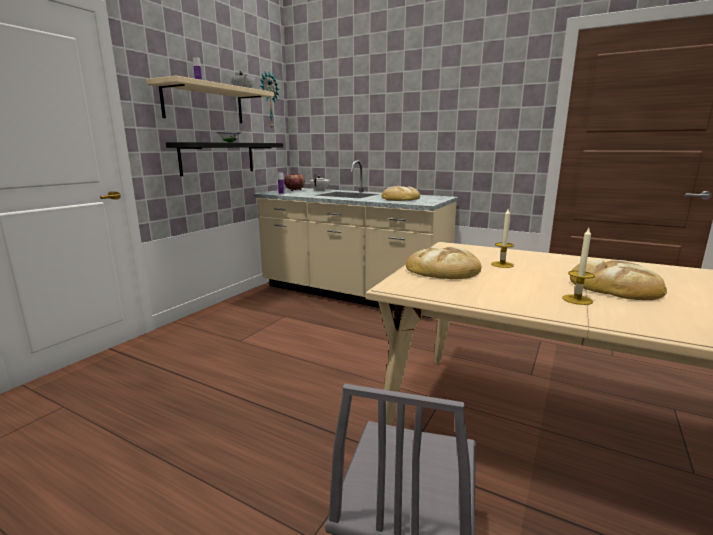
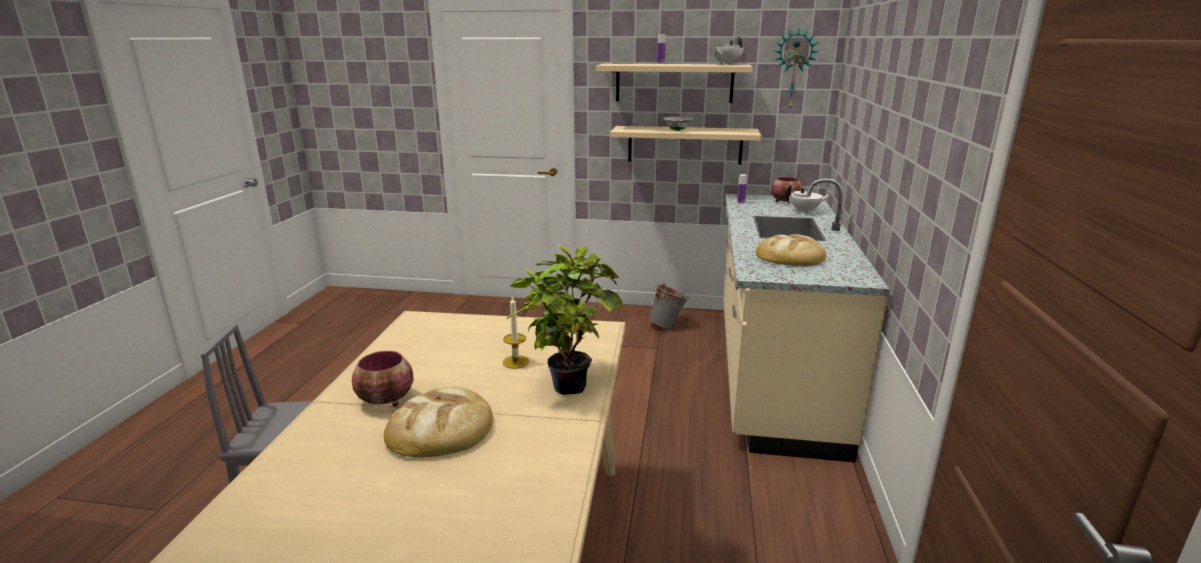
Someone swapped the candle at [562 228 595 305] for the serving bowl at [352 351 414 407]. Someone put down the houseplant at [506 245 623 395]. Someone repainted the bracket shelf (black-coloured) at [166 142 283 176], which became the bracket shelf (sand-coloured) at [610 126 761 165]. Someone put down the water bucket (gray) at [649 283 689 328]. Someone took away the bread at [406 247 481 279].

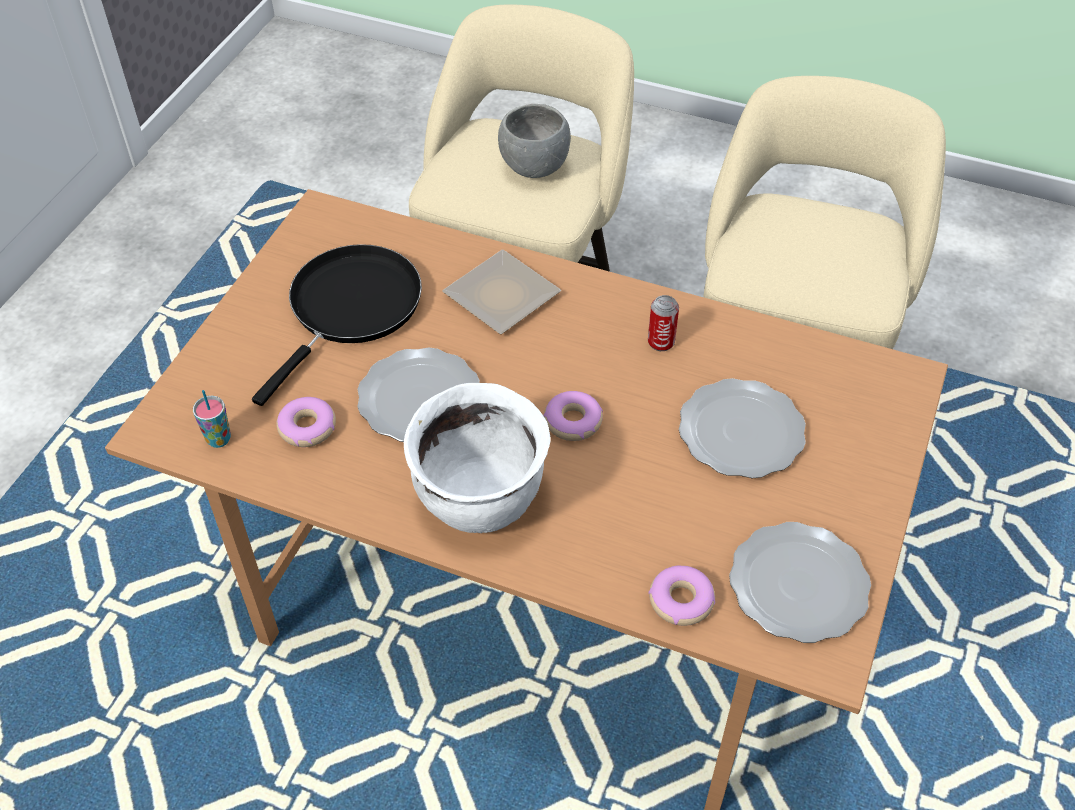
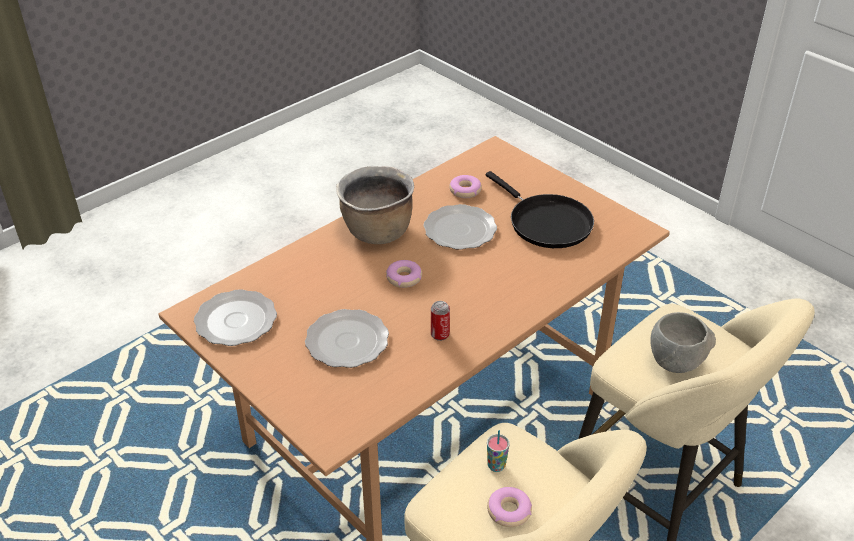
Someone repainted the cooking pot (white-coloured) at [404 383 551 533], which became the cooking pot (brownish) at [336 166 414 244]. Someone carried the cup from [193 390 231 448] to [487 430 509 472]. Someone carried the doughnut from [648 565 715 626] to [487 487 532 527]. Someone took away the plate at [442 250 561 334].

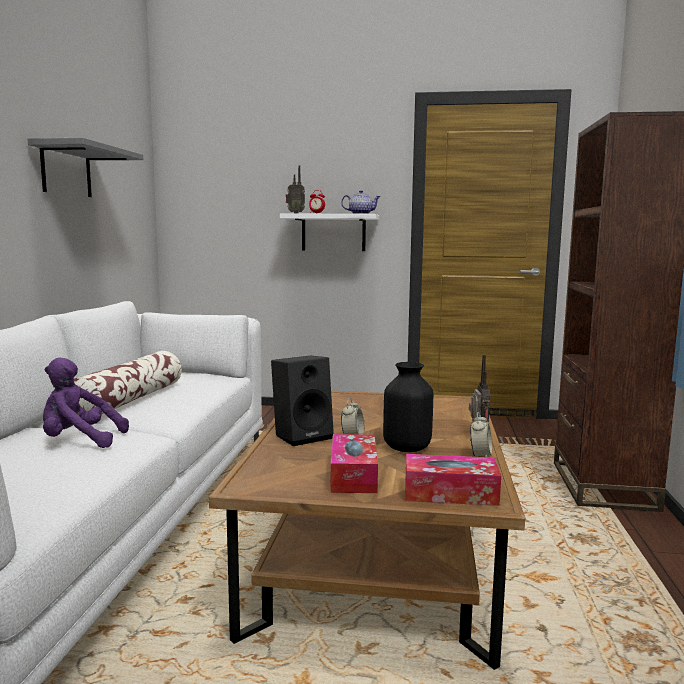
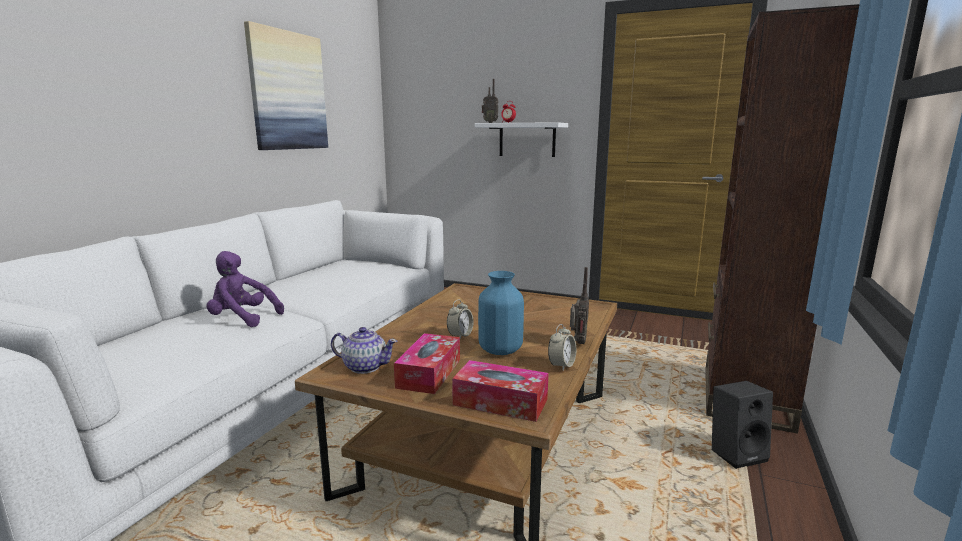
Someone swapped the bracket shelf (gray) at [28 138 143 197] for the wall art at [244 21 328 150]. Someone carried the tea pot from [341 190 381 214] to [331 327 397 374]. Someone repainted the decorative vase (black-coloured) at [383 362 433 452], which became the decorative vase (bluish) at [478 271 524 355]. Someone carried the audio speaker (black-coloured) from [271 356 334 446] to [712 381 773 469]. Someone took away the throw pillow at [74 351 182 415].

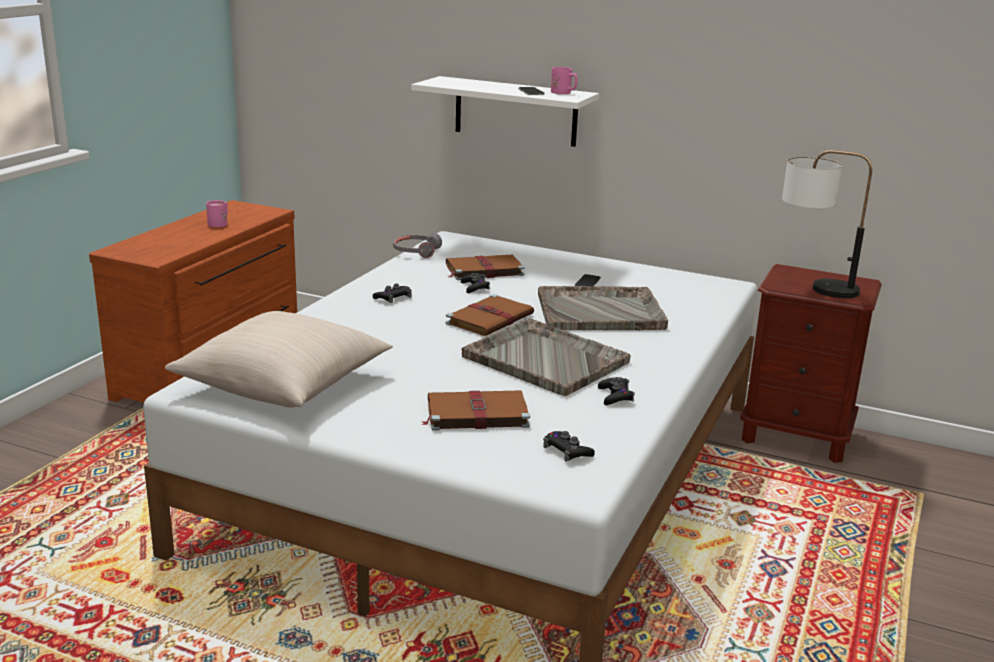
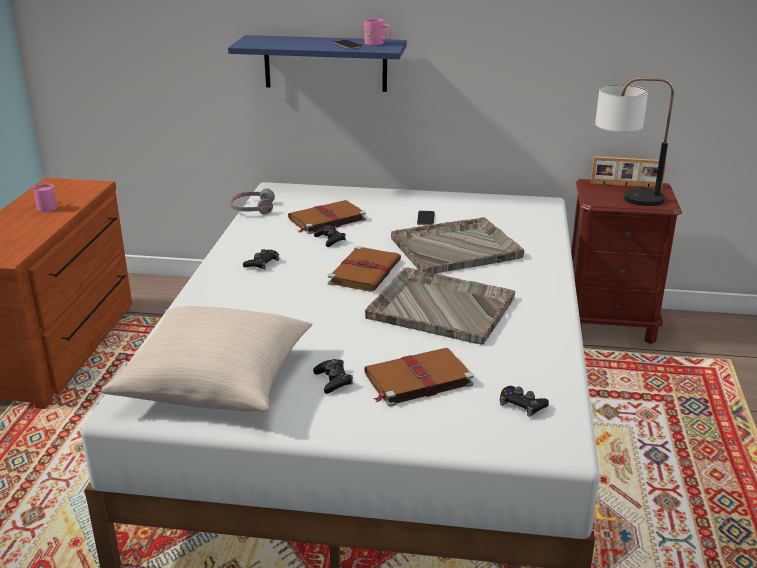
Someone repainted the bracket shelf (white-coloured) at [411 76 599 147], which became the bracket shelf (bluish) at [228 35 407 92]. Someone carried the joypad (black-coloured) from [598 377 635 405] to [313 359 353 394]. Someone put down the picture frame at [591 156 666 188].

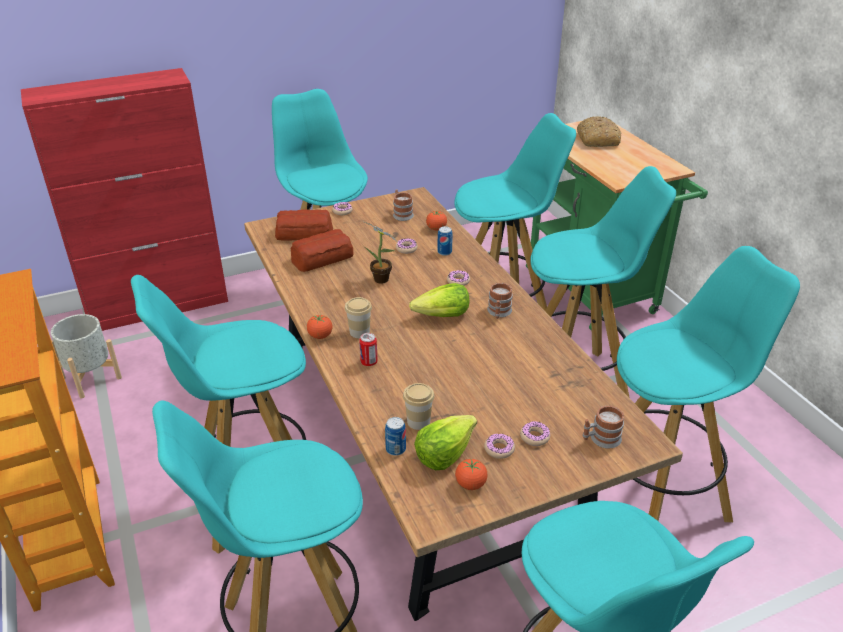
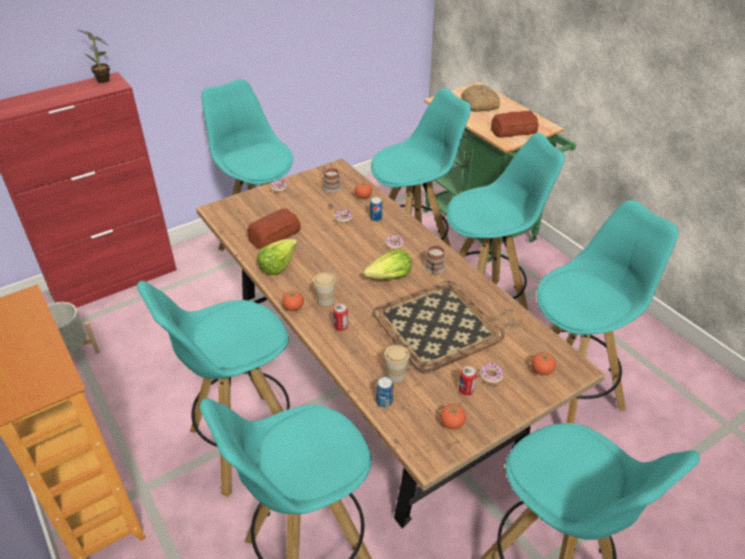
Someone carried the houseplant from [362 221 397 284] to [78 30 110 83]. Someone carried the lettuce head from [414 415 477 470] to [257 239 297 275]. Someone put down the serving tray at [373 281 504 374]. Someone swapped the doughnut at [484 434 515 459] for the sealed can at [459 366 477 395]. Someone carried the bread from [275 210 333 241] to [491 111 539 137]. Someone swapped the tea mug at [582 405 624 448] for the fresh tomato at [531 352 556 375].

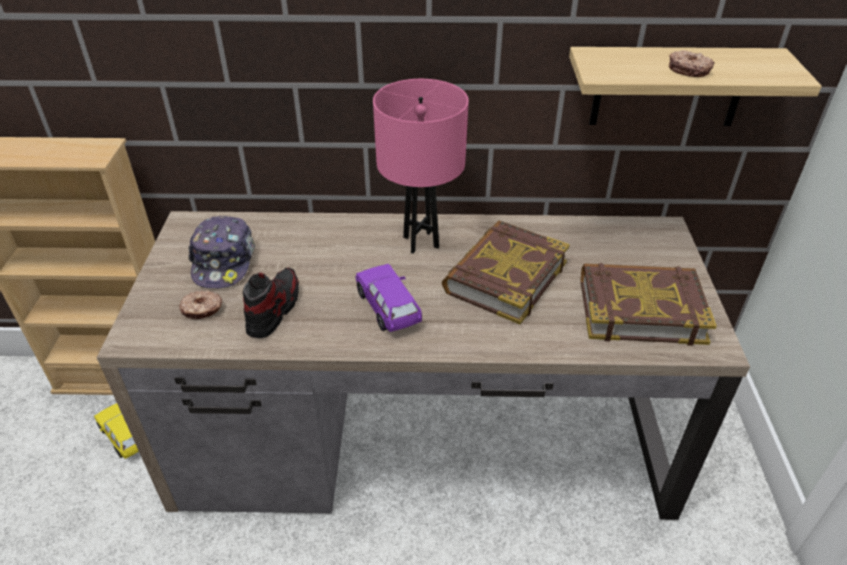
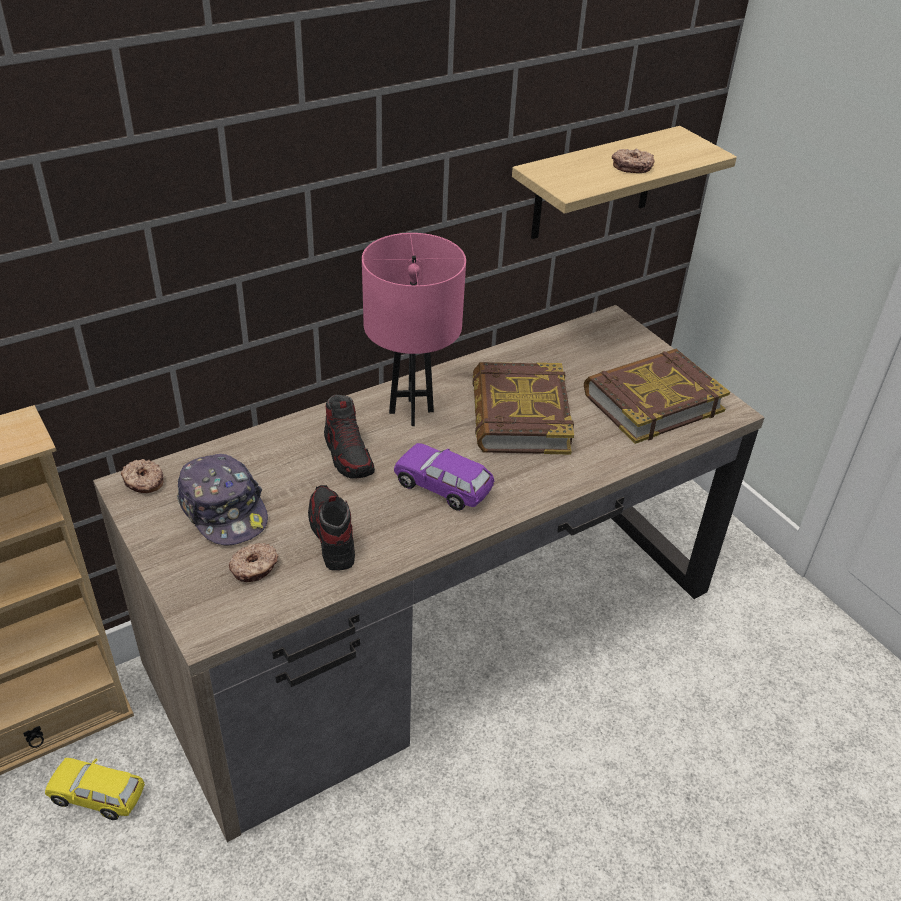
Someone put down the doughnut at [121 459 163 493]. Someone put down the low shoe at [324 395 375 478].

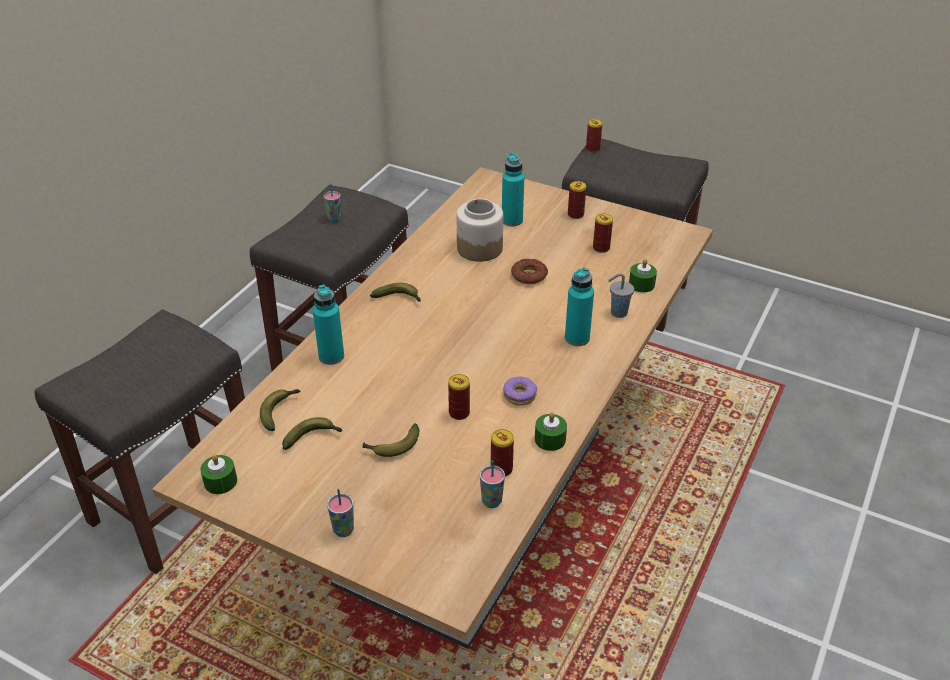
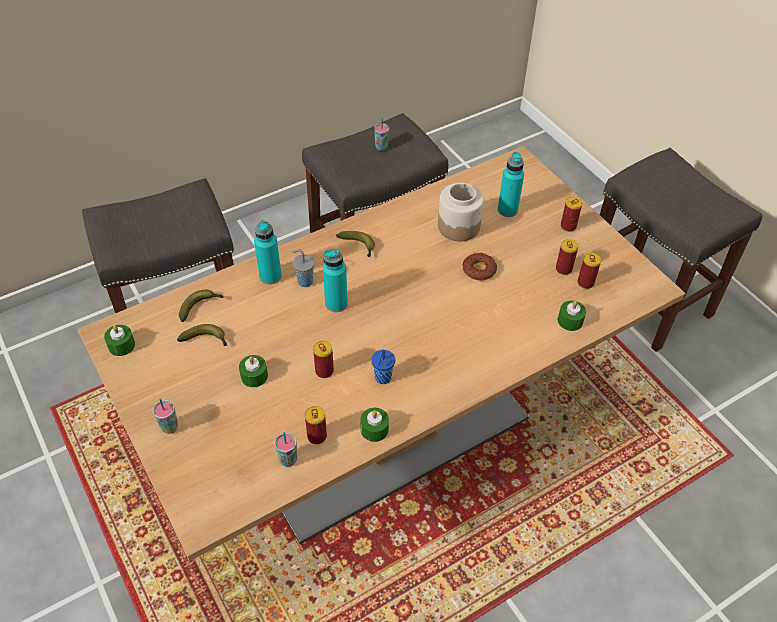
Someone swapped the whole banana at [362 423 419 457] for the candle (greenish) at [239 355 268 387]. Someone carried the cup (gray) from [608 273 634 318] to [293 249 315 287]. Someone carried the beverage bottle (turquoise) from [565 267 594 346] to [323 248 348 312]. Someone swapped the doughnut at [503 377 538 406] for the cup (bluish) at [371 349 396 384]. Someone carried the sealed can from [586 119 602 152] to [578 253 601 289].

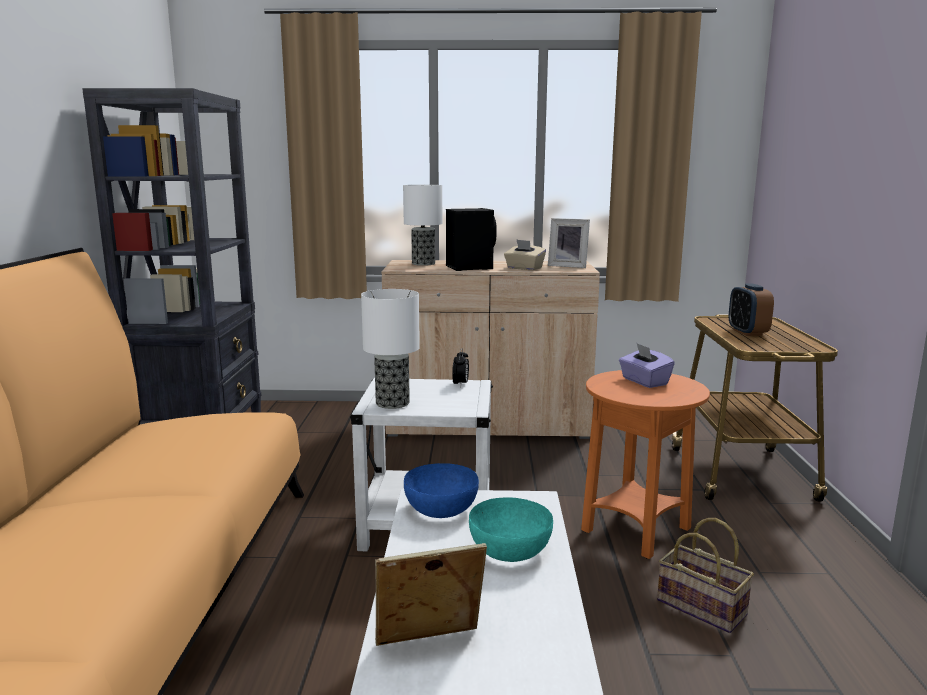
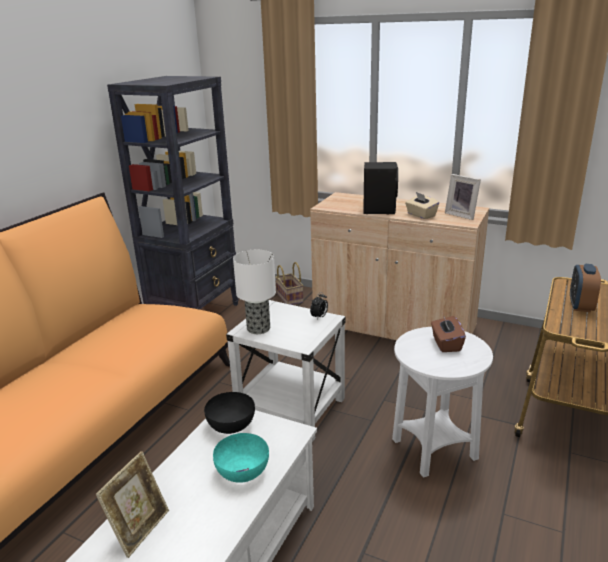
Someone rotated the picture frame at [375 543 487 646] by 105 degrees clockwise. Someone repainted the serving bowl (bluish) at [404 463 479 518], which became the serving bowl (black-coloured) at [204 392 255 434]. Someone carried the household basket from [657 518 754 633] to [275 262 303 305]. Someone repainted the side table (orange-coloured) at [581 370 710 559], which became the side table (white-coloured) at [392 327 493 478]. Someone repainted the tissue holder (purple) at [619 343 675 388], which became the tissue holder (brownish) at [431 316 466 352]. Someone took away the tabletop lamp at [403 185 442 266].

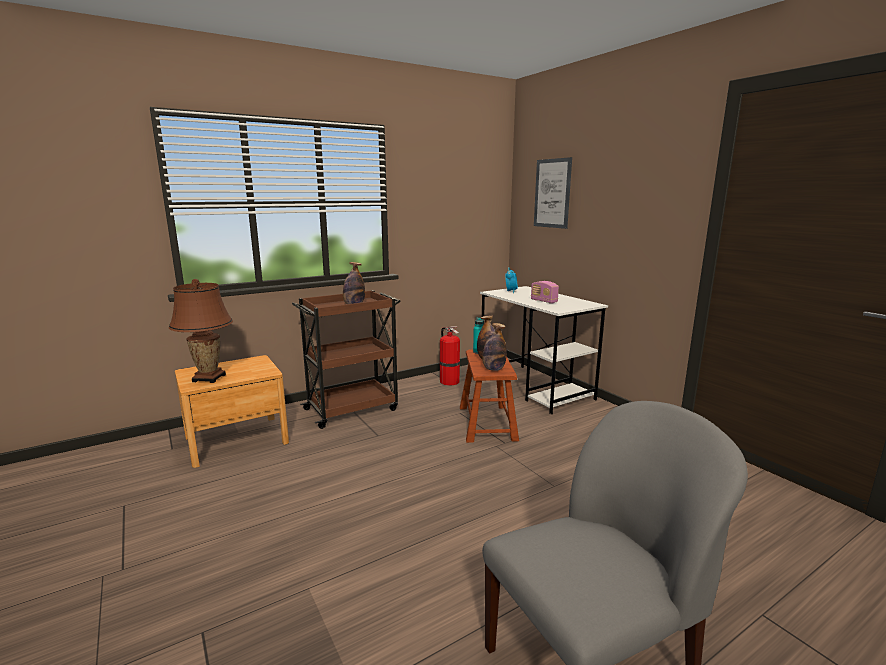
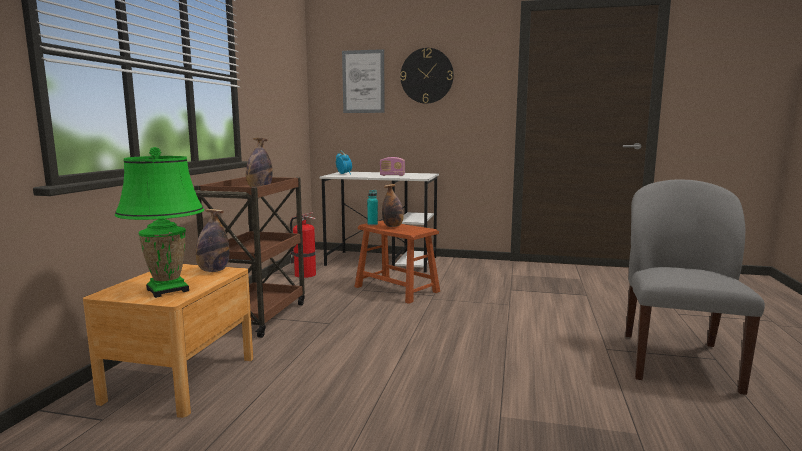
Someone repainted the tabletop lamp (brownish) at [169 279 233 383], which became the tabletop lamp (greenish) at [114 147 204 298]. Someone carried the beverage bottle from [482 323 507 371] to [196 209 230 272]. Someone put up the hanging clock at [400 48 454 104].

